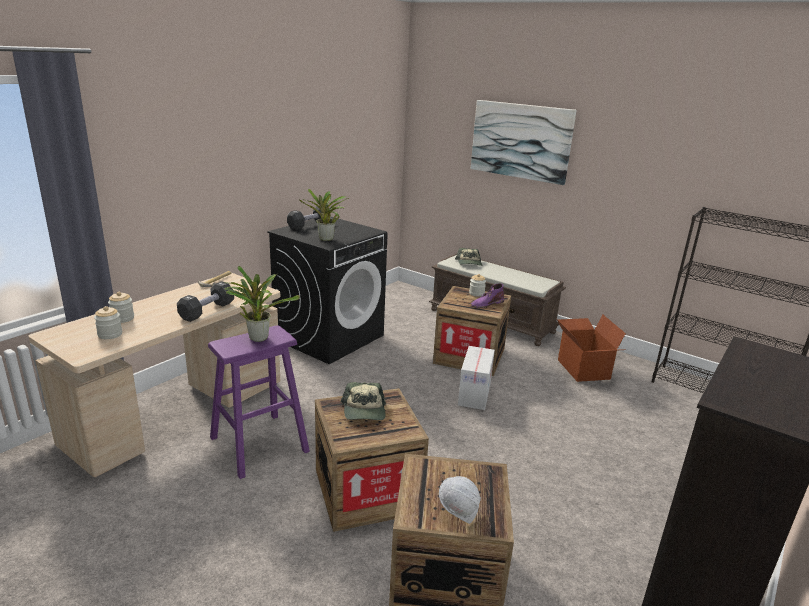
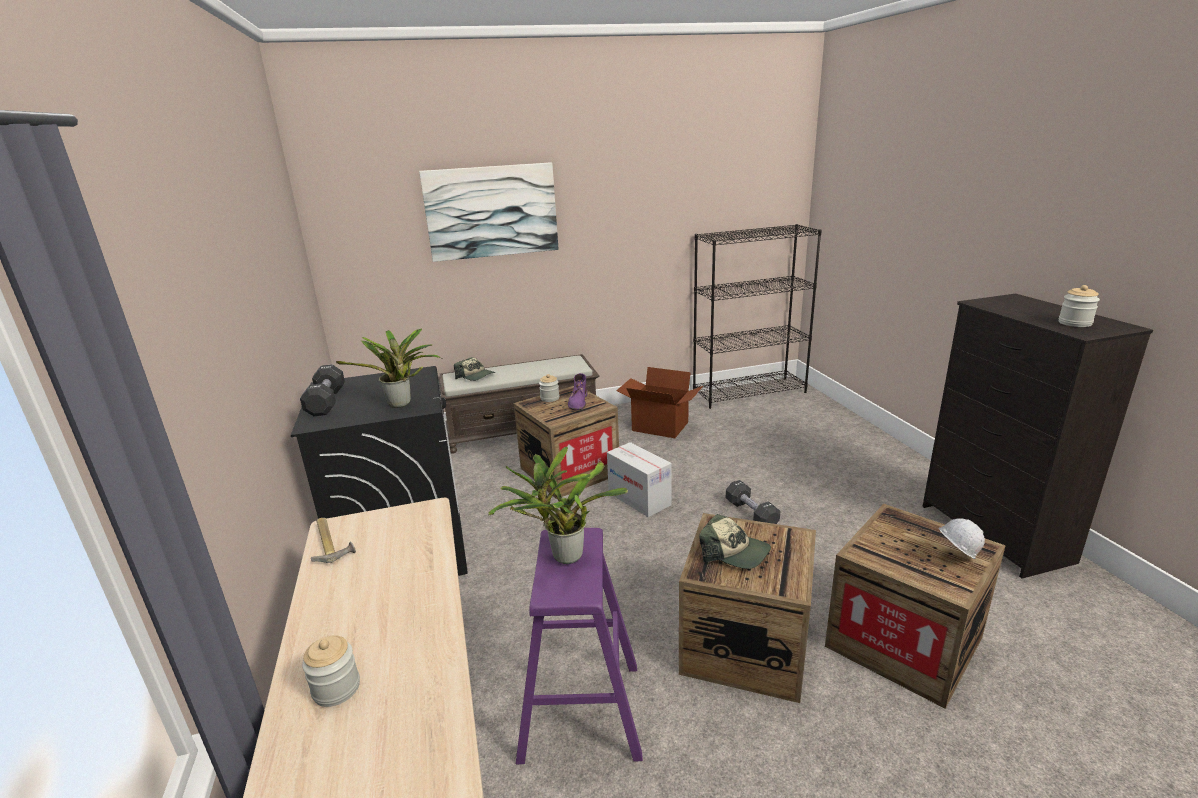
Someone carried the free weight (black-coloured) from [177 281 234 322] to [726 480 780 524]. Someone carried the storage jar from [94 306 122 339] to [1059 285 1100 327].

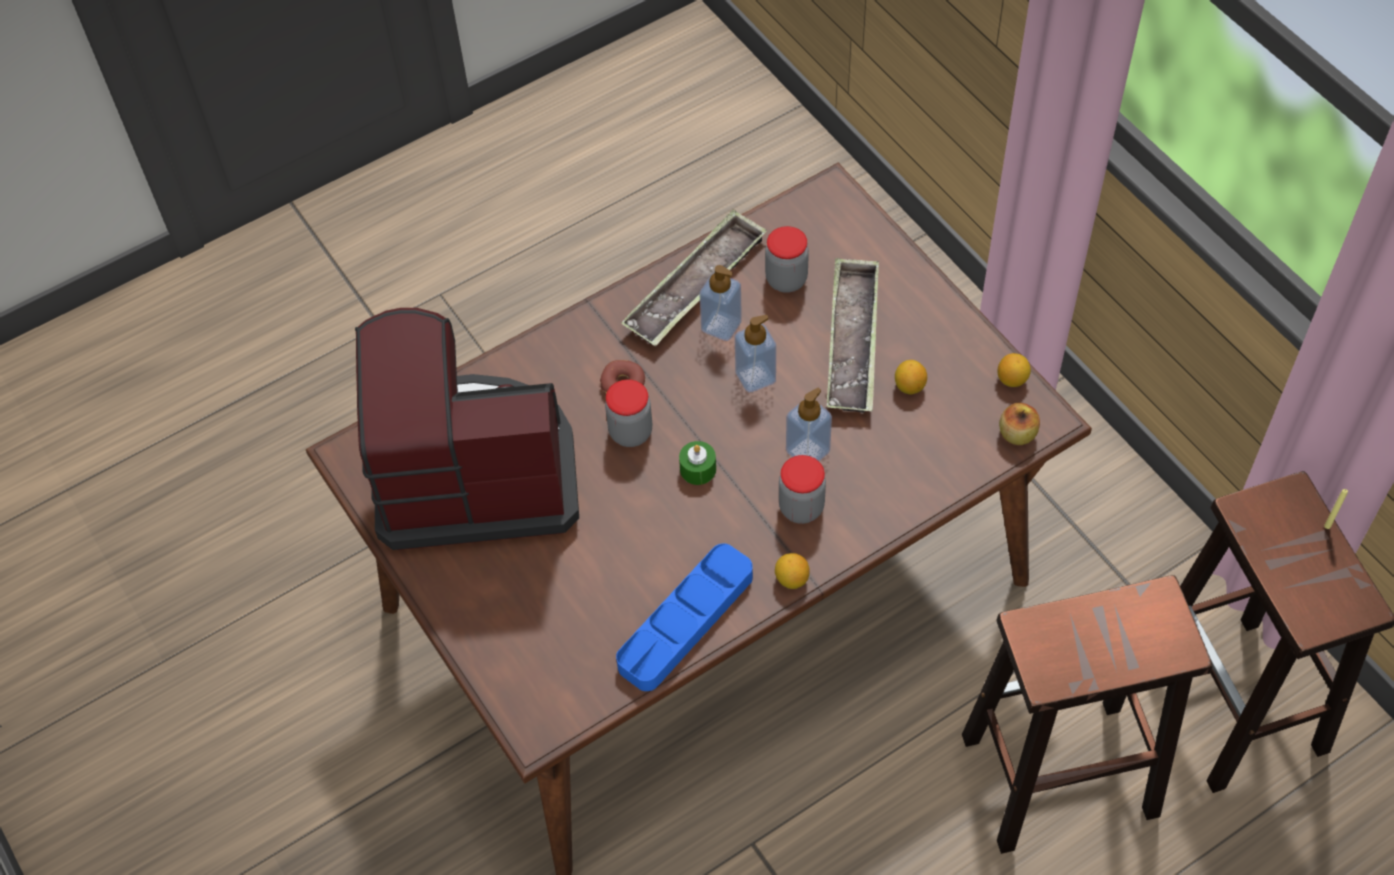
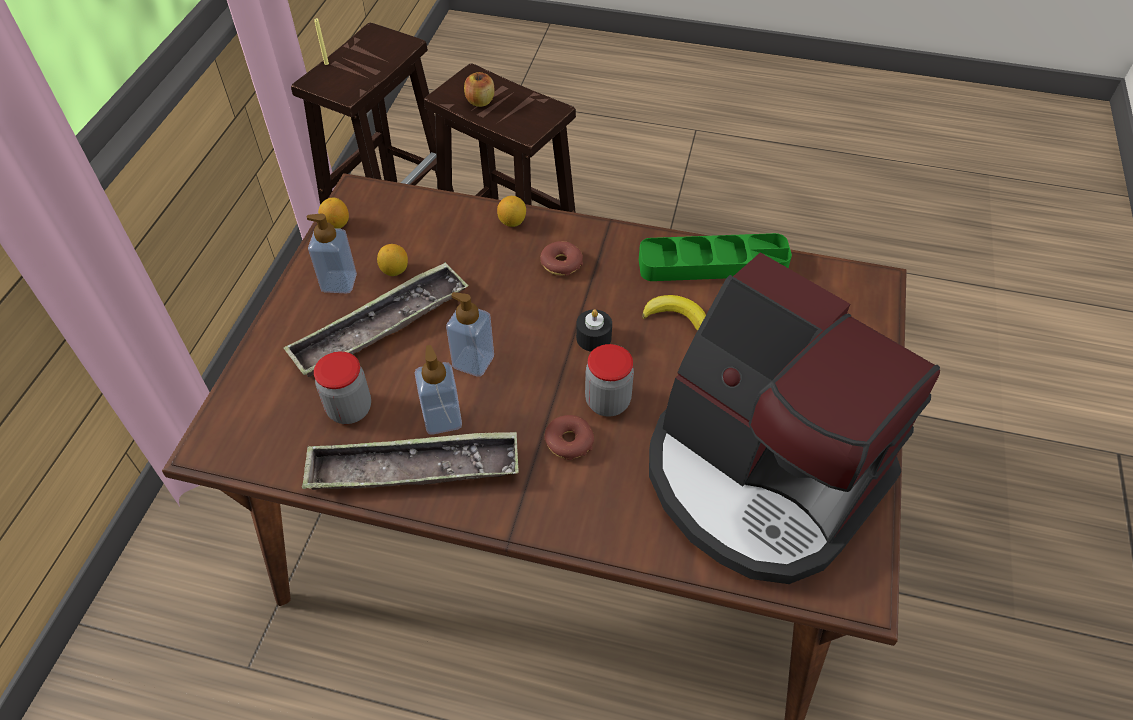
Someone carried the liquid soap bottle from [786 388 832 461] to [307 213 357 294]. Someone carried the apple fruit from [999 403 1040 445] to [464 72 495 107]. Someone carried the whole lemon from [775 553 810 589] to [497 196 526 227]. Someone swapped the storage jar at [779 455 826 524] for the doughnut at [540 241 583 276]. Someone repainted the candle (greenish) at [679 441 716 485], which became the candle (black-coloured) at [576 310 612 352]. Someone repainted the serving tray (bluish) at [616 543 753 691], which became the serving tray (greenish) at [639 233 792 281]. Someone put down the whole banana at [642 295 706 331].

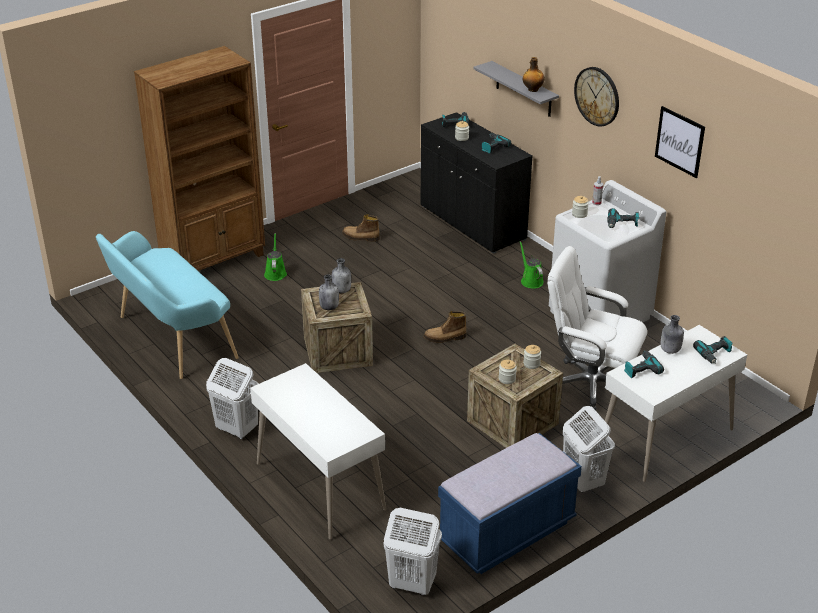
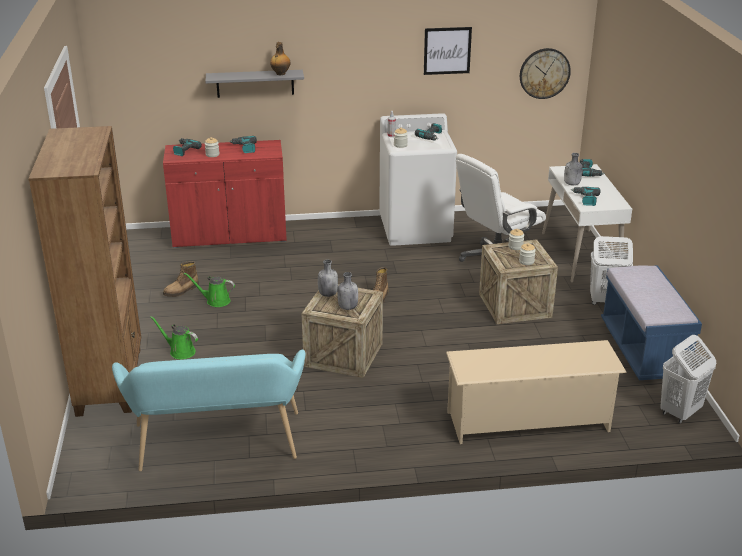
Someone repainted the cabinet (black-coloured) at [421 112 533 254], which became the cabinet (red-coloured) at [163 140 287 248]. Someone carried the watering can (greenish) from [520 241 544 289] to [184 273 235 307]. Someone swapped the desk (white-coloured) at [250 363 387 540] for the shoe shelf (sand-coloured) at [446 340 627 444]. Someone carried the hanging clock from [574 67 619 127] to [520 48 571 99]. Someone took away the washing basket (white-coloured) at [206 358 259 439].

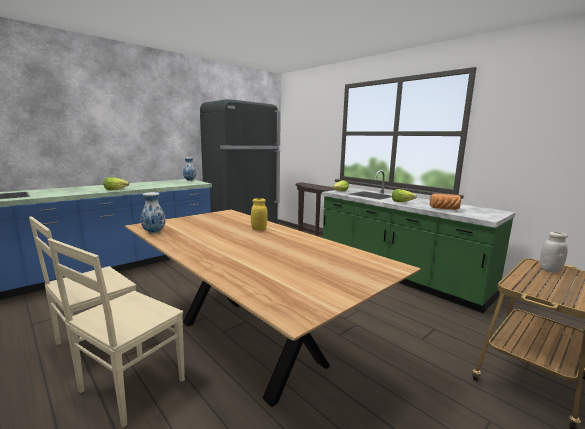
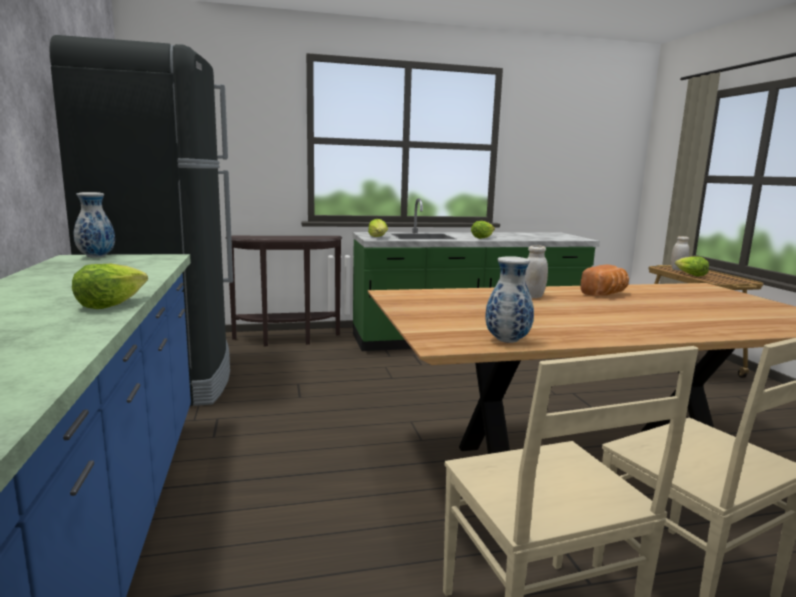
Someone repainted the storage jar (yellow-coloured) at [251 198 268 231], which became the storage jar (white-coloured) at [525 245 548 298]. Someone carried the bread from [430 193 461 210] to [580 264 629 296]. Someone put down the lettuce head at [675 256 709 277].

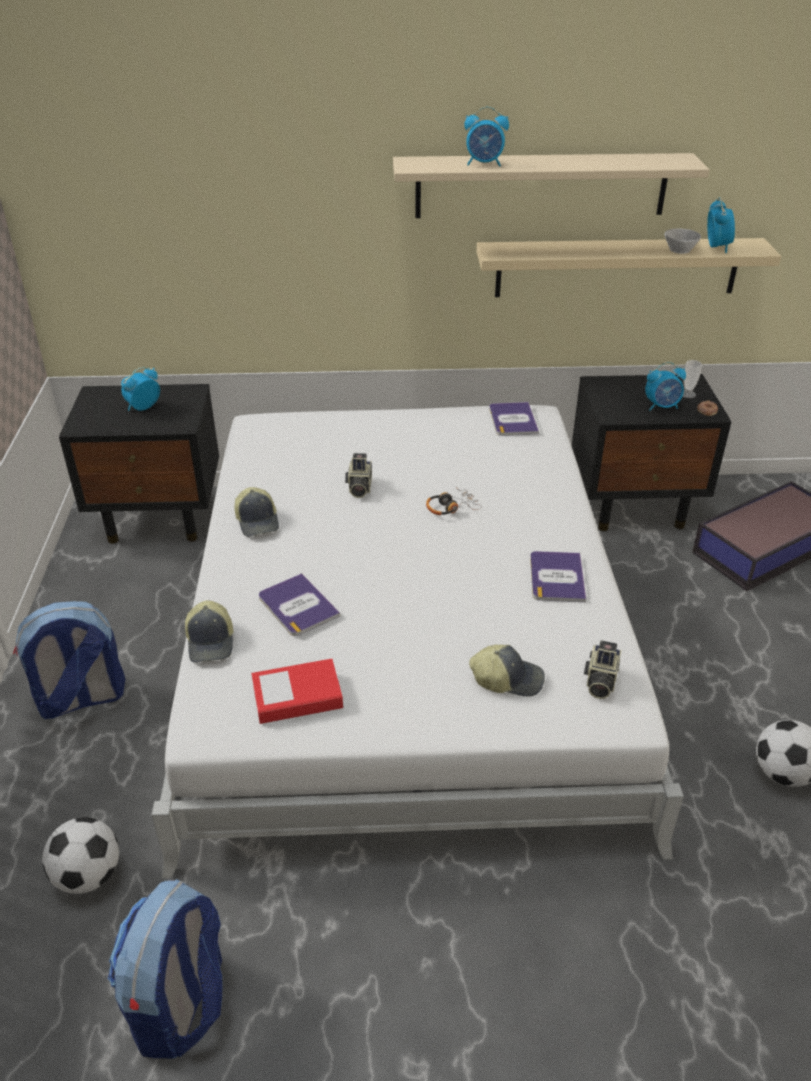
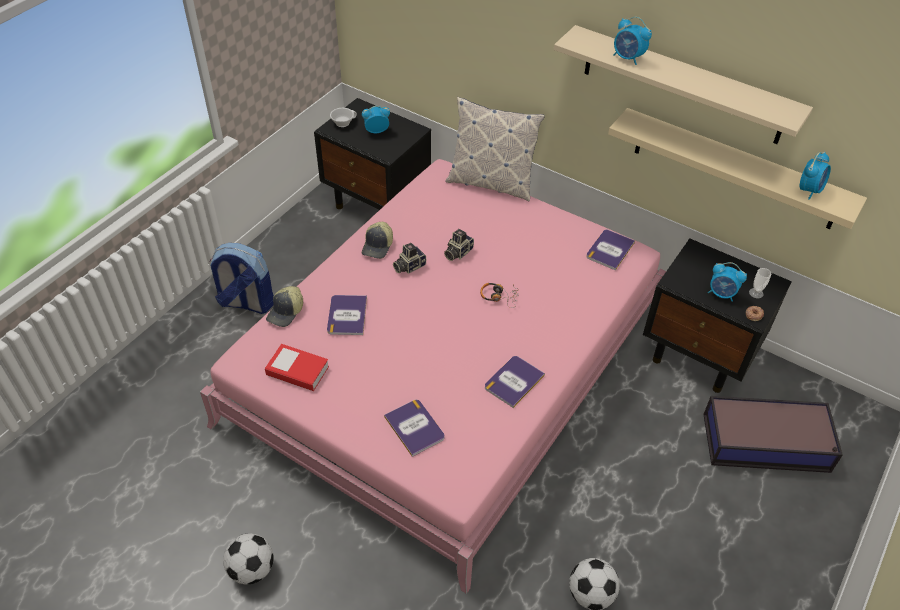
Someone repainted the bed (white-coloured) at [152 405 684 878], which became the bed (pink) at [200 159 666 594]. Someone carried the ball for football from [42 817 119 894] to [223 533 274 584]. Someone carried the cup (white-coloured) from [665 229 701 254] to [330 108 357 127]. Someone swapped the cap at [469 645 545 697] for the bound book at [384 400 445 457]. Someone carried the still camera from [584 640 621 699] to [393 243 426 274]. Someone put down the throw pillow at [445 97 545 201]. Someone took away the backpack at [108 879 223 1058].

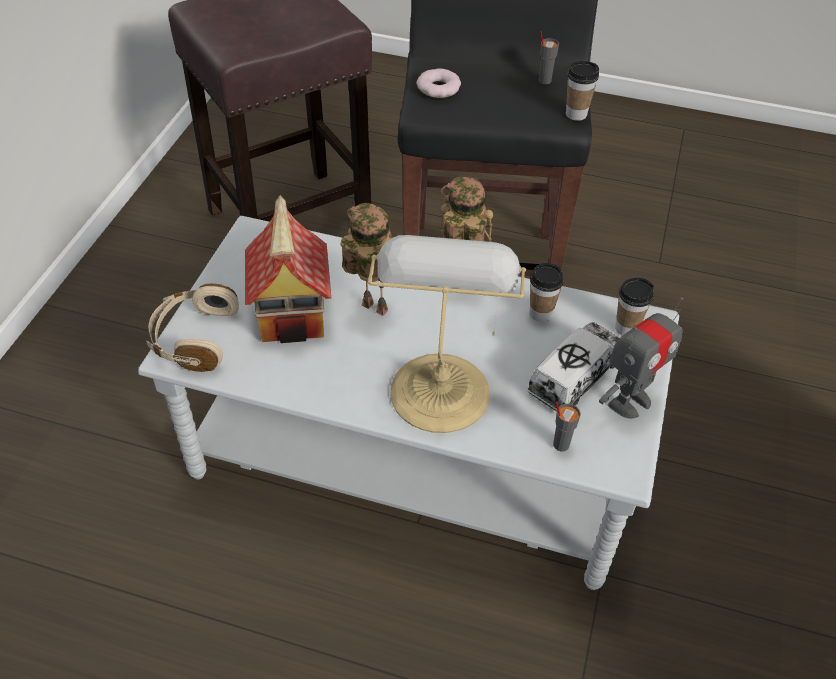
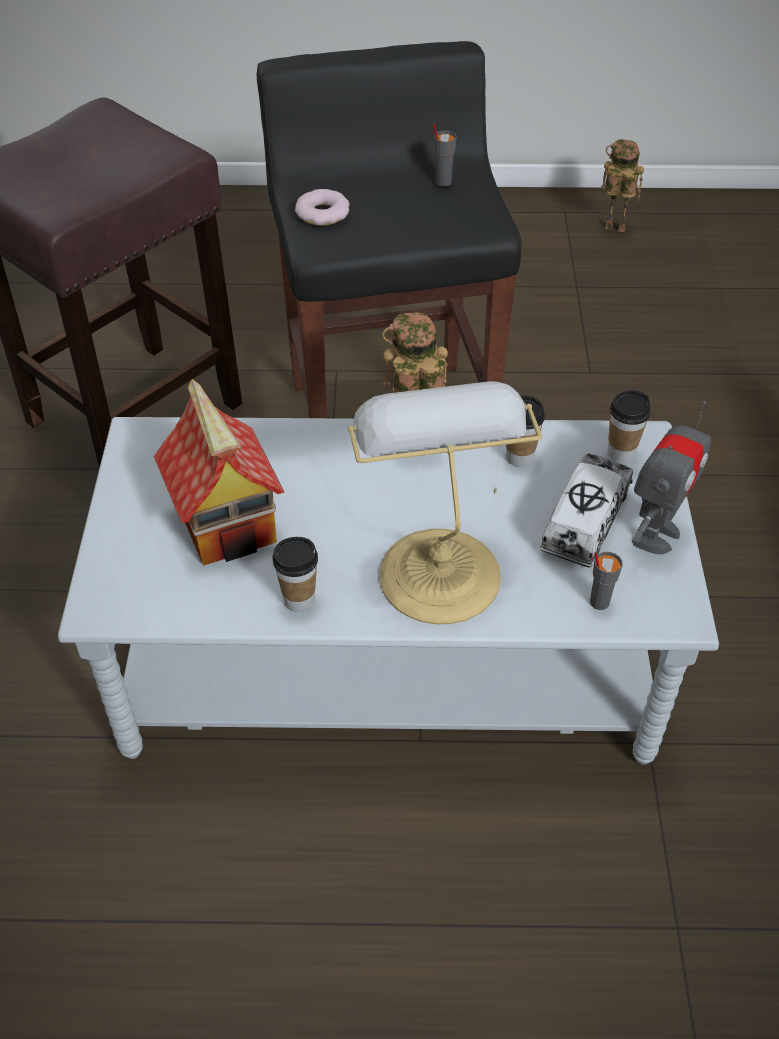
Someone carried the cup from [566 61 599 121] to [272 537 318 612]. Someone carried the robot figure from [341 203 392 316] to [601 139 644 232]. Someone took away the headphones (sand-coloured) at [146 284 239 372].

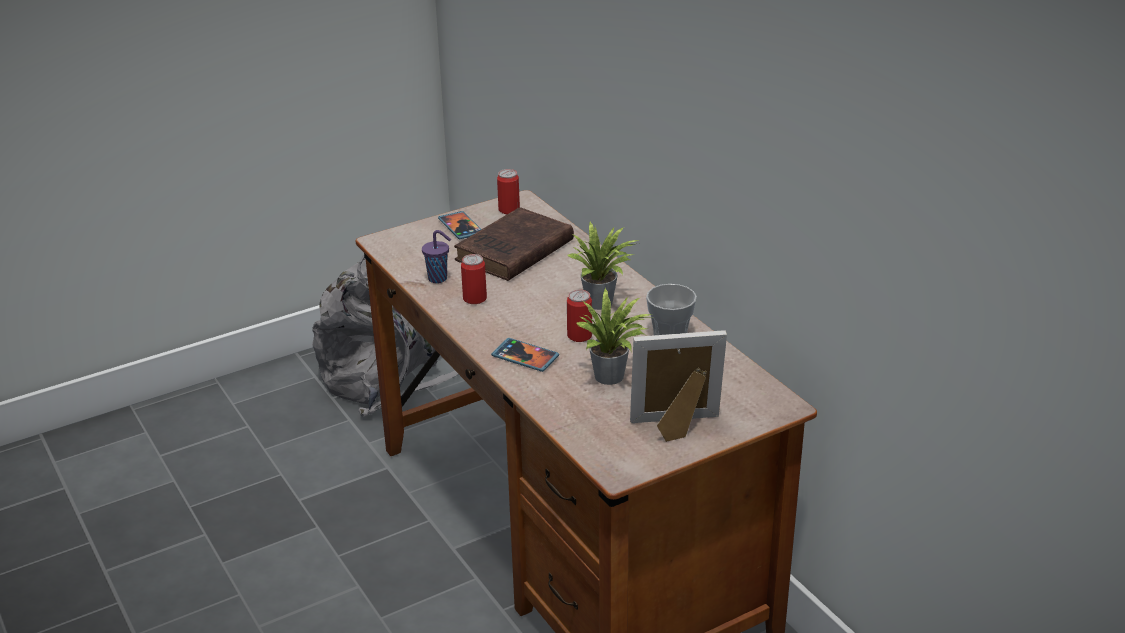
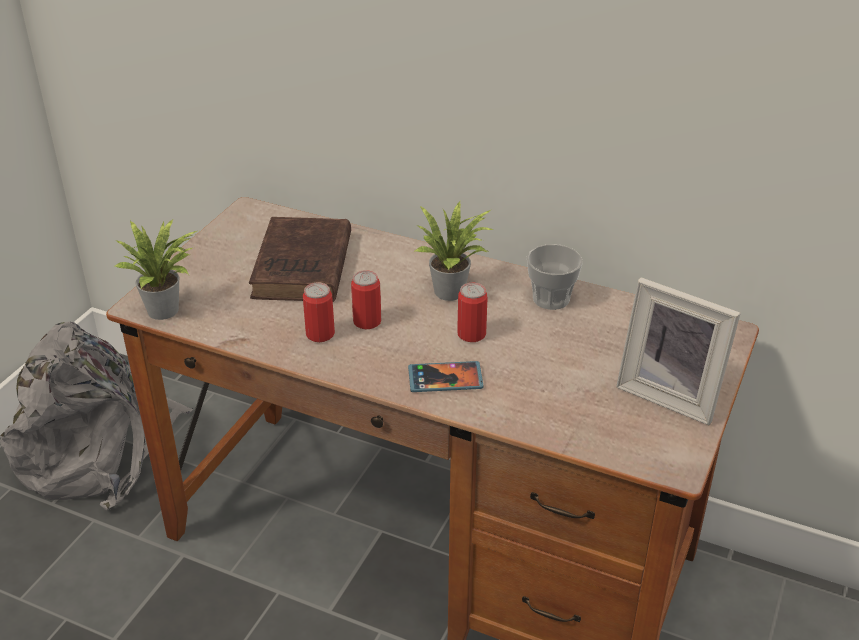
Someone carried the houseplant from [576 288 652 385] to [115 219 197 320]. Someone carried the sealed can from [497 169 520 214] to [351 270 381 329]. Someone rotated the picture frame at [630 330 727 442] by 105 degrees counterclockwise. Someone took away the cup (purple) at [422 230 451 283]. Someone took away the phone at [438 211 482 239].

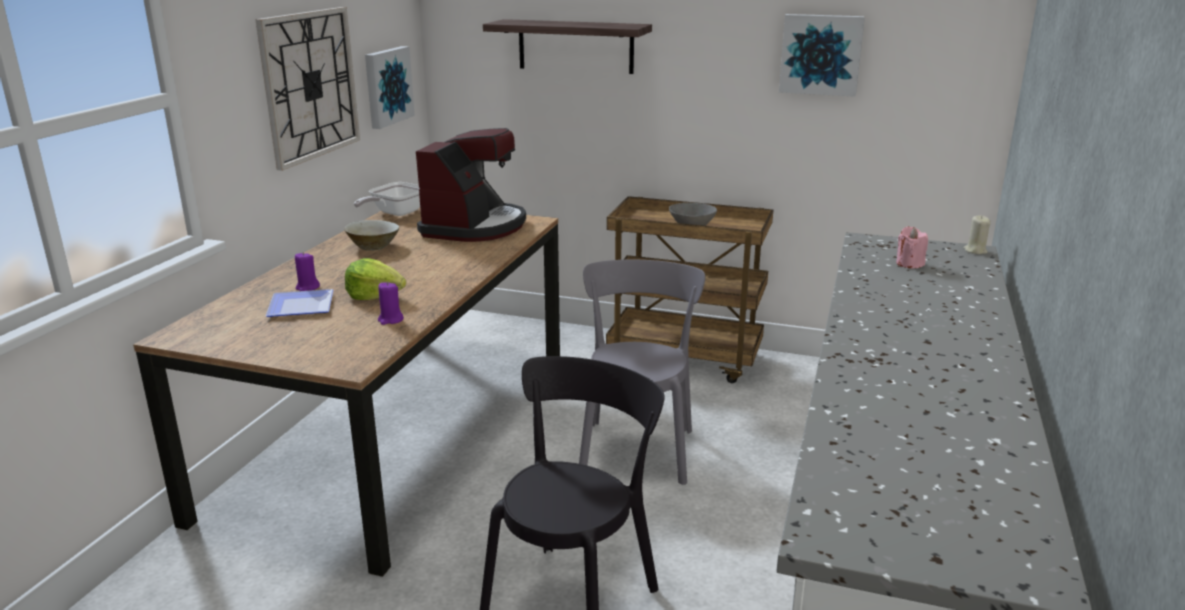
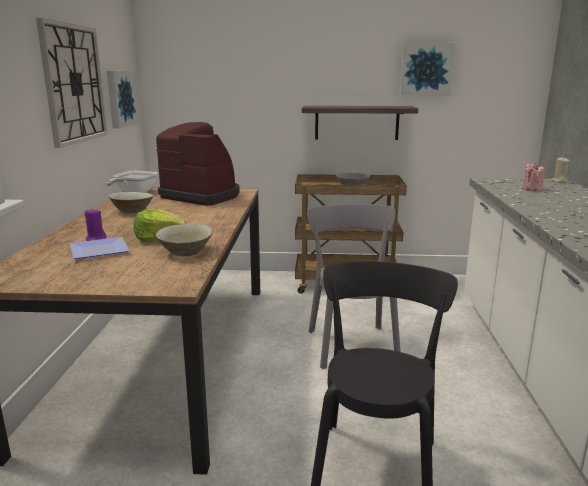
Someone rotated the coffee brewer at [416 128 526 242] by 60 degrees counterclockwise. Someone swapped the candle (purple) at [378 282 404 325] for the serving bowl (sand-coloured) at [156 224 213 256]. Someone carried the bracket shelf from [483 19 652 74] to [302 106 418 140].

